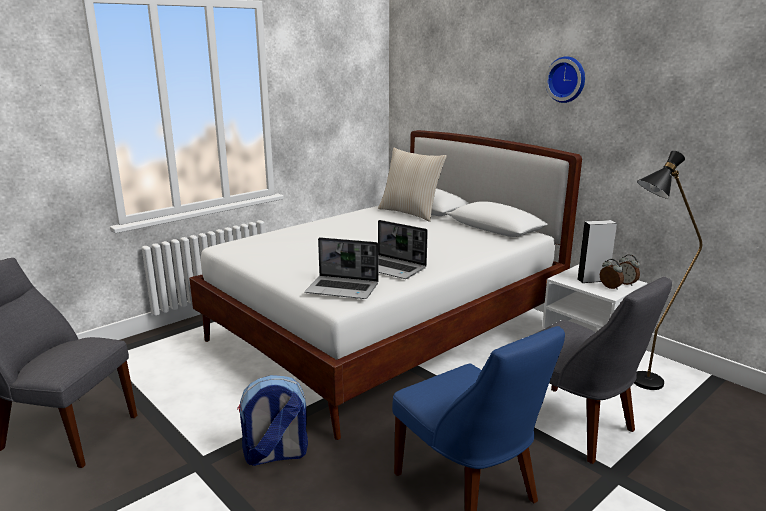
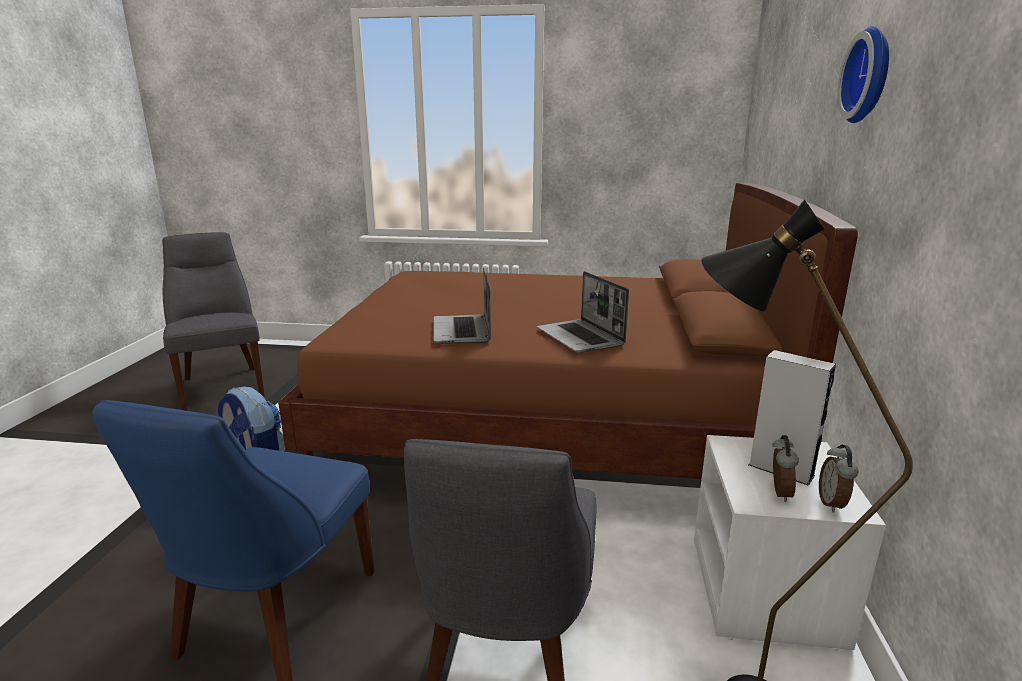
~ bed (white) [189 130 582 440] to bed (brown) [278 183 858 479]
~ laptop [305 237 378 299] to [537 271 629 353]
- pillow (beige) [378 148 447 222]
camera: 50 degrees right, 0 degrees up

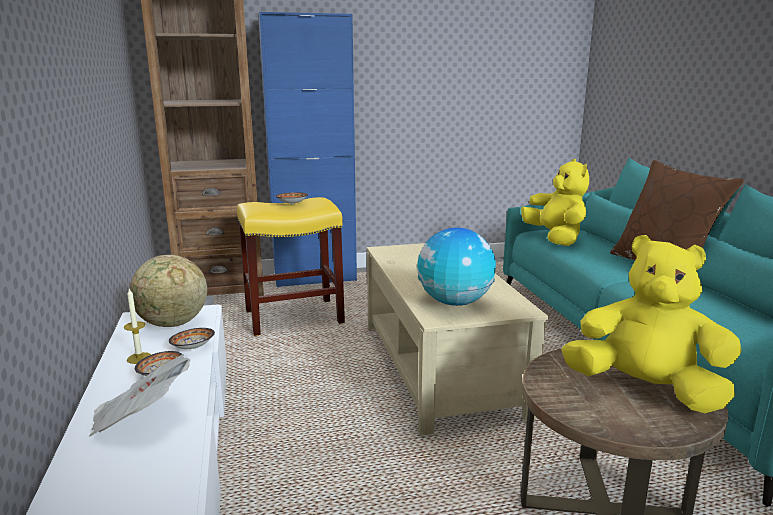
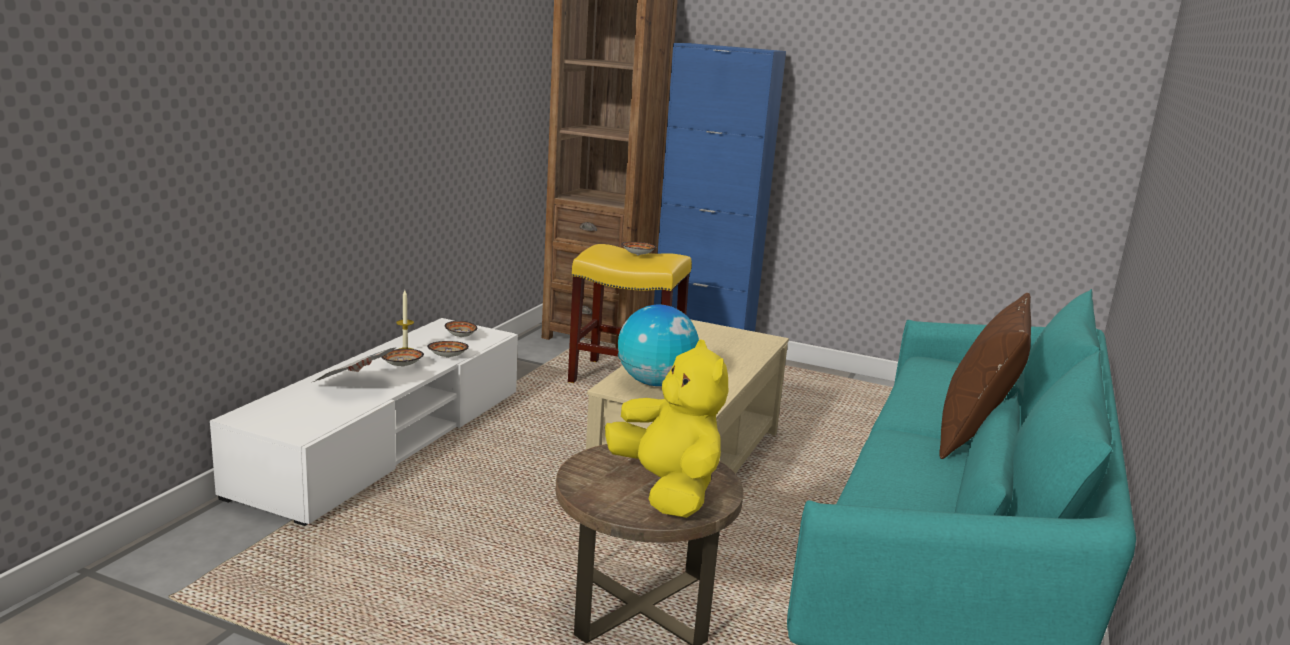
~ globe [130 255 207 327] to bowl [445 321 477 337]
- plush toy (yellow) [521 159 589 246]
camera: 35 degrees right, 0 degrees up

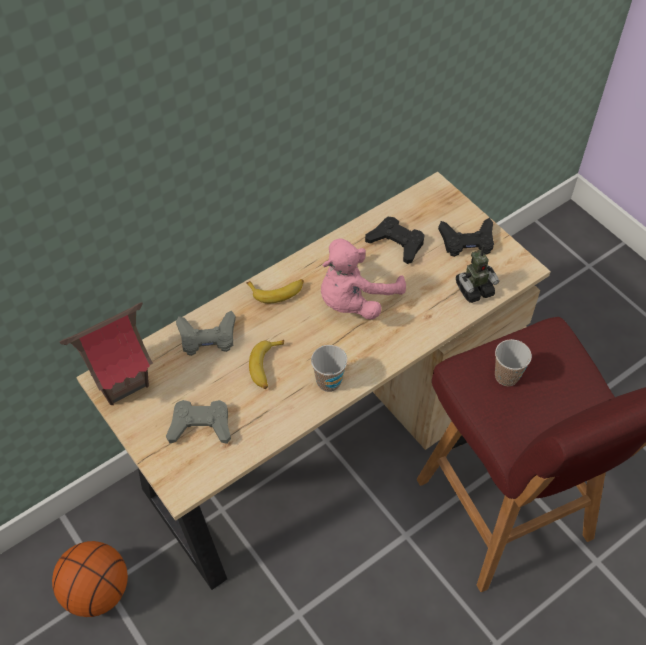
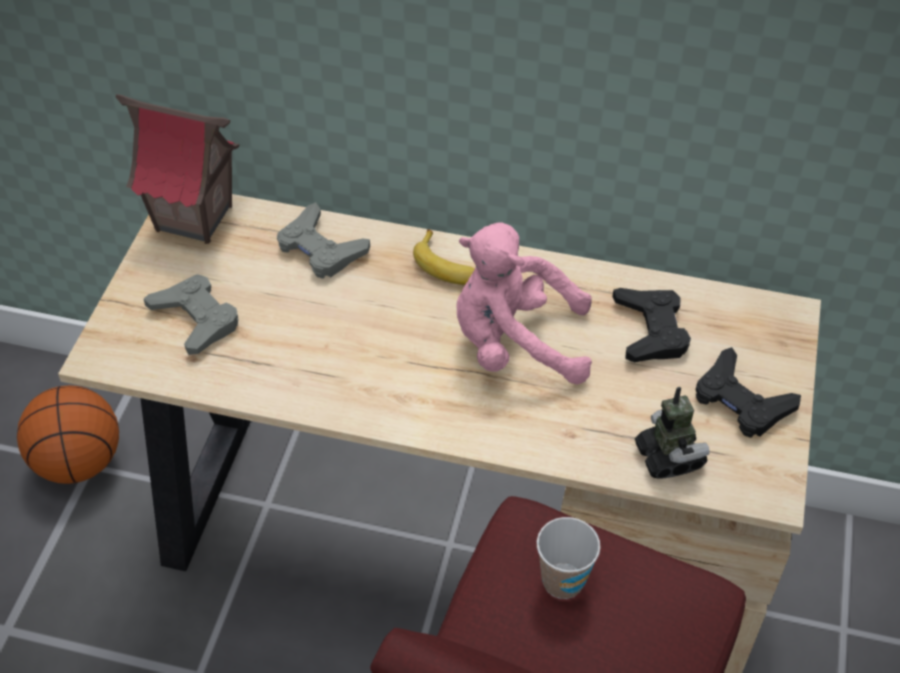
~ toy robot [456 245 499 303] = [635 387 710 479] 135 degrees counterclockwise
- banana [249 340 284 389]
- cup [311 345 347 392]
camera: 50 degrees right, 5 degrees down

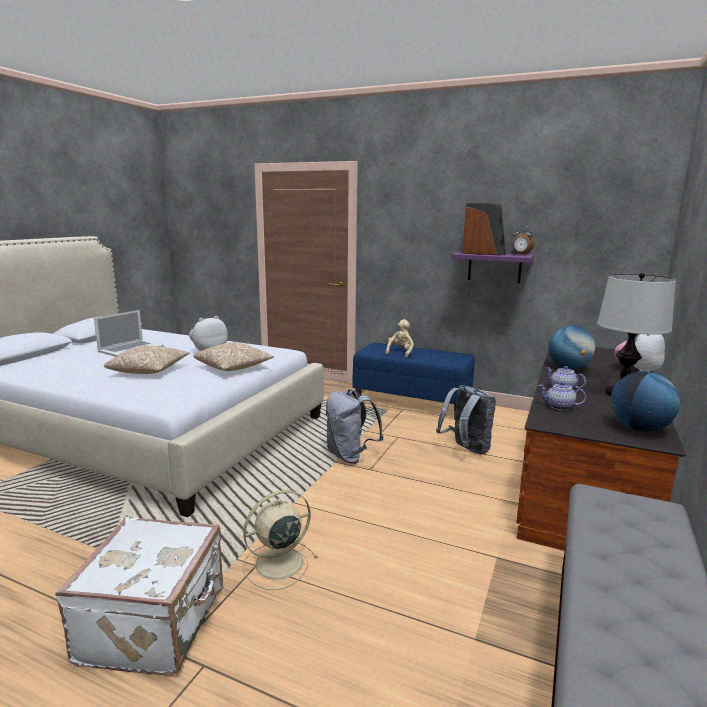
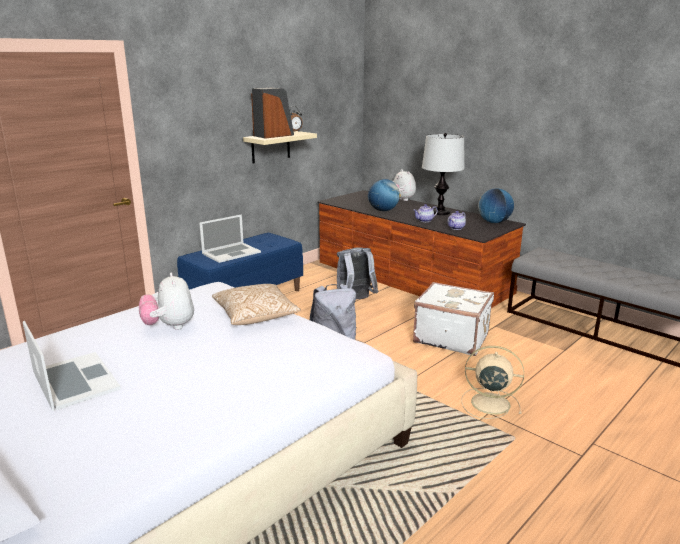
~ plush toy (beige) [386 319 414 358] to laptop [199 214 261 263]
~ shelf (purple) [451 252 534 283] to shelf (beige) [243 131 317 164]
~ suitcase (white) [55 517 224 676] to [413 282 494 356]
~ fan (beige) [243 490 318 590] = [461 346 524 419] 120 degrees clockwise
- pillow [104 345 190 374]
camera: 70 degrees left, 5 degrees up

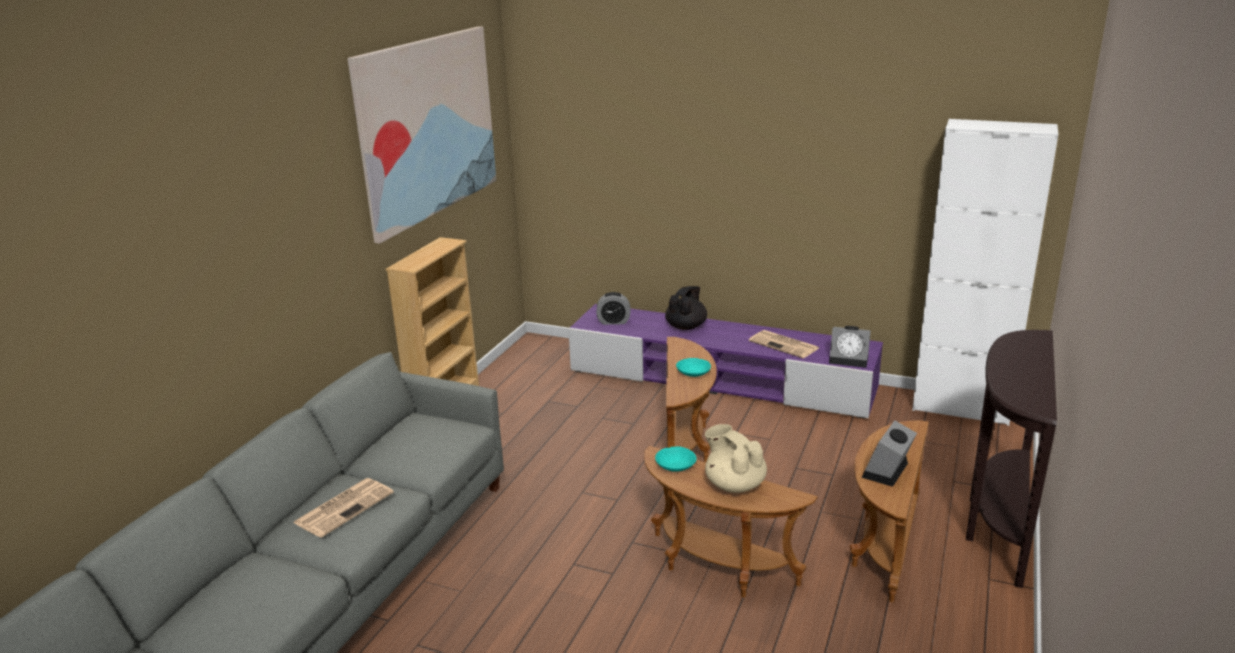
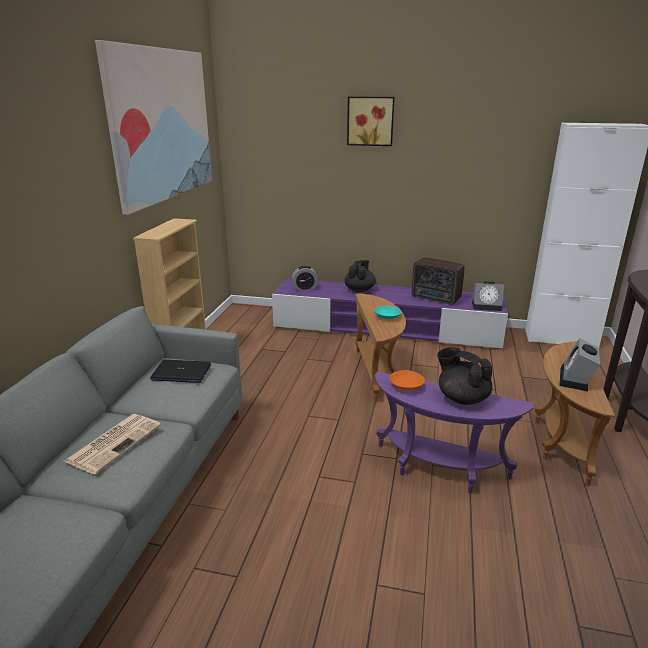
+ laptop [150 360 211 383]
+ picture [347 97 395 146]
~ side table (brown) [644 446 818 598] to side table (purple) [375 372 534 493]
~ bowl (turquoise) [655 446 697 472] to bowl (orange) [389 370 425 391]
~ newspaper [749 330 819 358] to radio [412 257 465 305]
~ teapot (beige) [705 424 767 493] to teapot (black) [437 347 492 405]
camera: 10 degrees left, 0 degrees up

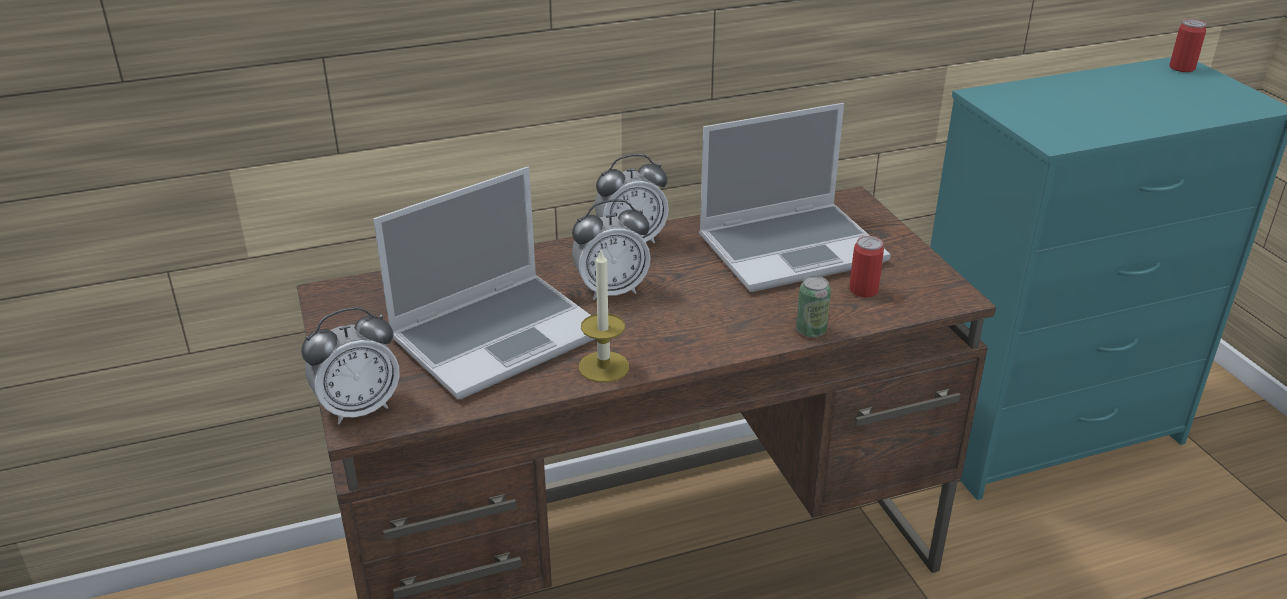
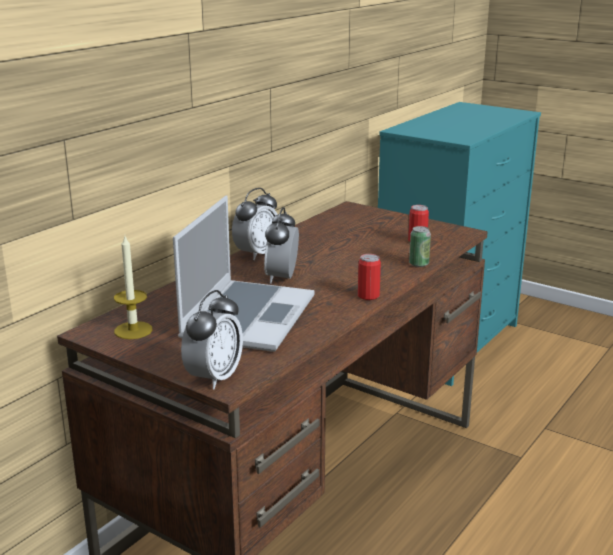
~ candle [579 248 629 382] to [114 236 153 339]
~ alarm clock [572 199 651 300] = [264 207 299 284] 150 degrees clockwise
~ can [1169 19 1206 72] to [358 254 381 300]
- laptop [699 103 891 292]
camera: 35 degrees left, 10 degrees down

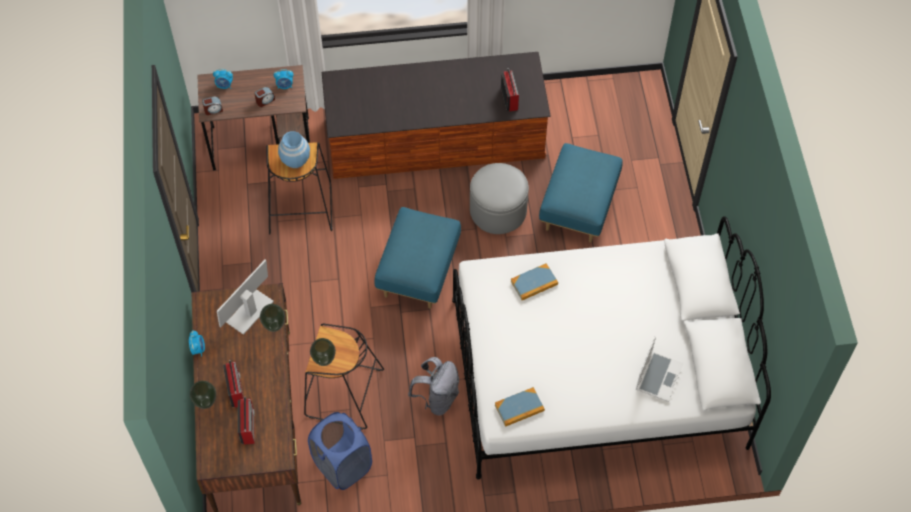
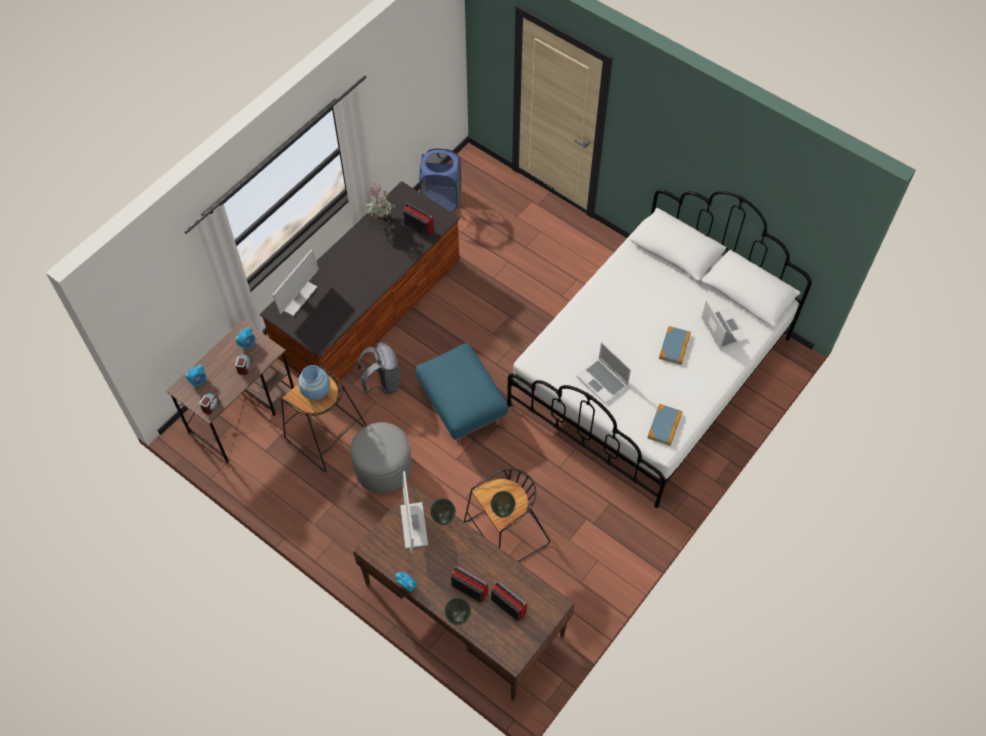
+ monitor [273 249 319 316]
~ ottoman (grey) [470 163 529 234] to [350 422 412 493]
~ backpack (grey) [408 357 459 415] to [357 342 401 395]
+ potted plant [363 183 395 221]
~ laundry basket (blue) [308 412 372 490] to [420 148 461 213]
+ laptop [577 342 631 404]
~ book [510 263 558 300] to [659 326 691 365]
- ottoman (blue) [539 143 623 242]
camera: 45 degrees left, 0 degrees up

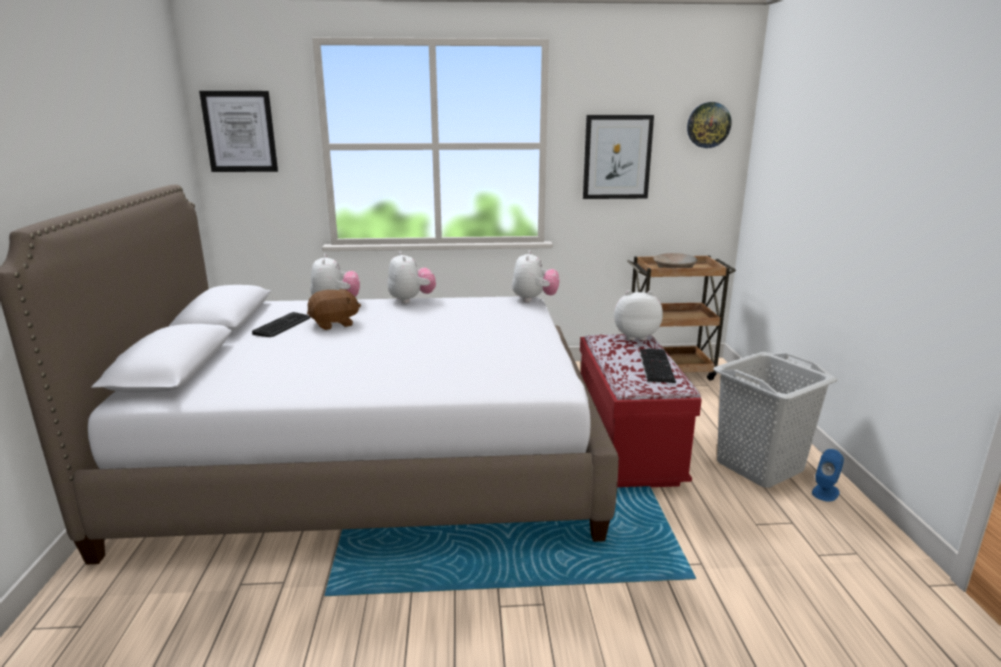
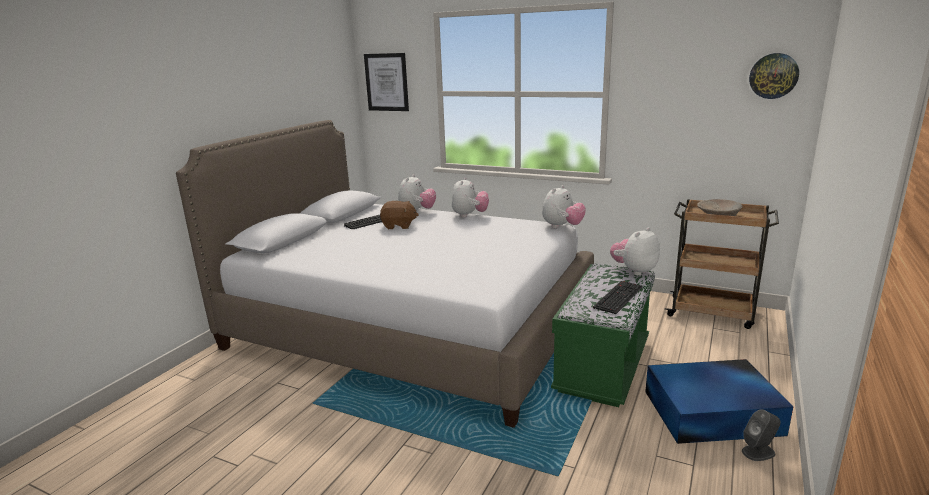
~ bench (red) [580 334 702 487] to bench (green) [551 264 655 407]
~ plush toy [614 290 663 341] = [610 227 660 275] 75 degrees counterclockwise
~ laundry basket (grey) [713 352 838 488] to storage box (blue) [645 359 793 444]
~ speaker (blue) [812 449 844 502] to speaker (grey) [742 409 780 461]
- picture [583 115 654 199]
camera: 30 degrees right, 0 degrees up

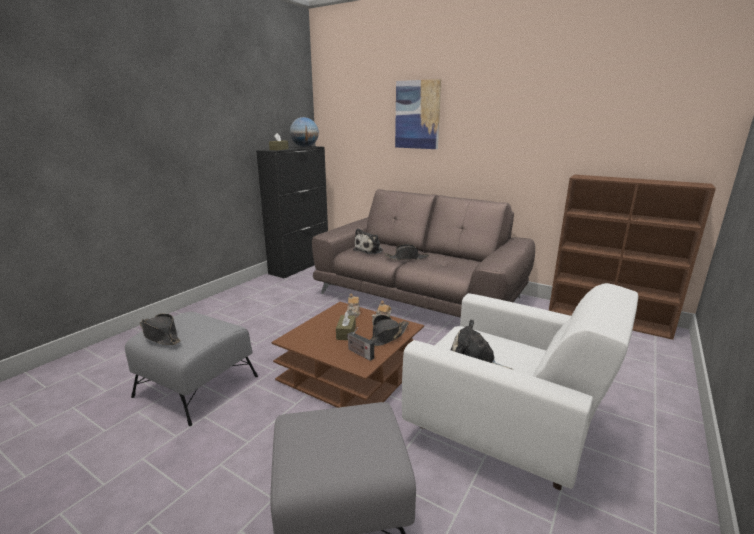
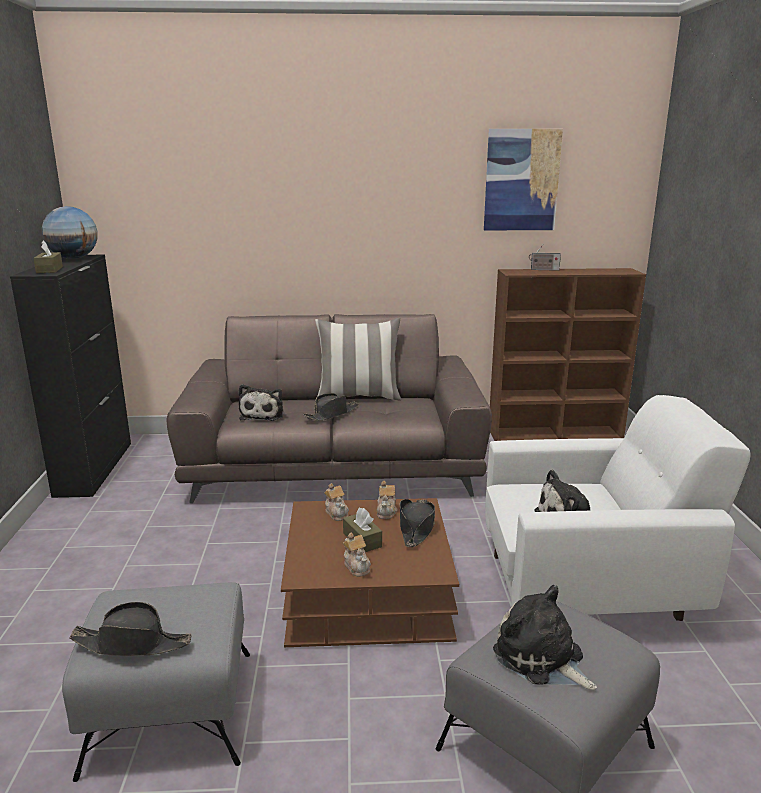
+ pillow [315 318 401 400]
+ teapot [343 533 371 577]
~ picture [395 79 441 149] to [484 129 563 230]
+ plush toy [493 585 597 690]
~ radio [347 327 374 361] to [529 244 561 271]
camera: 35 degrees left, 0 degrees up

